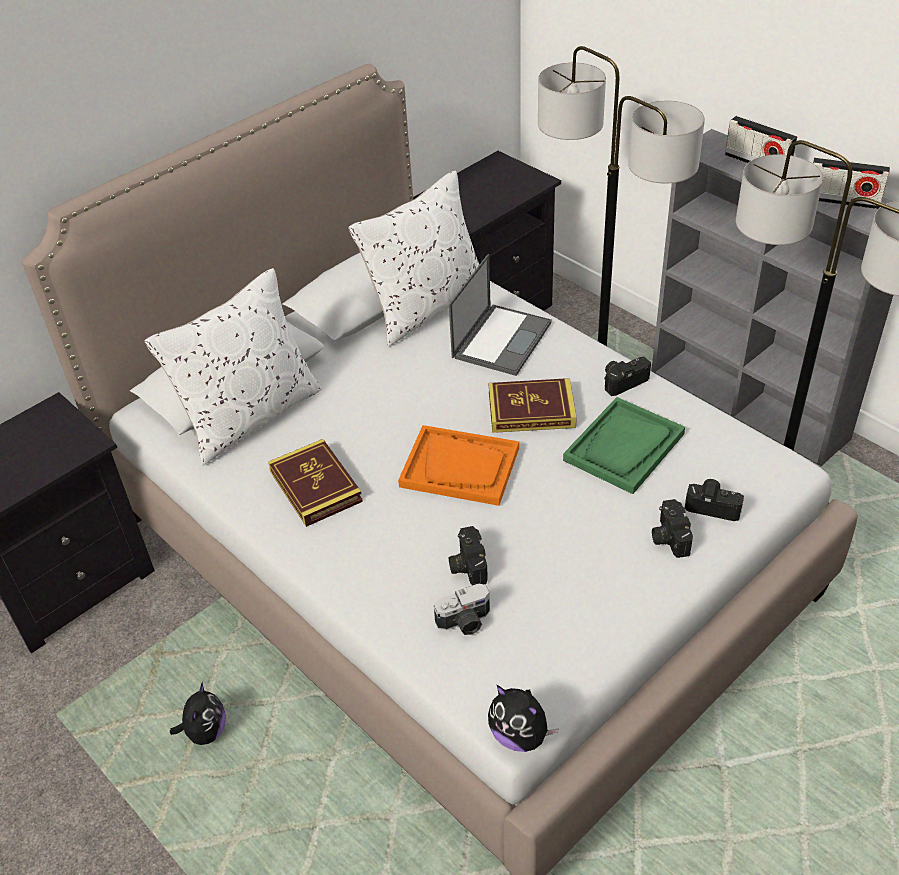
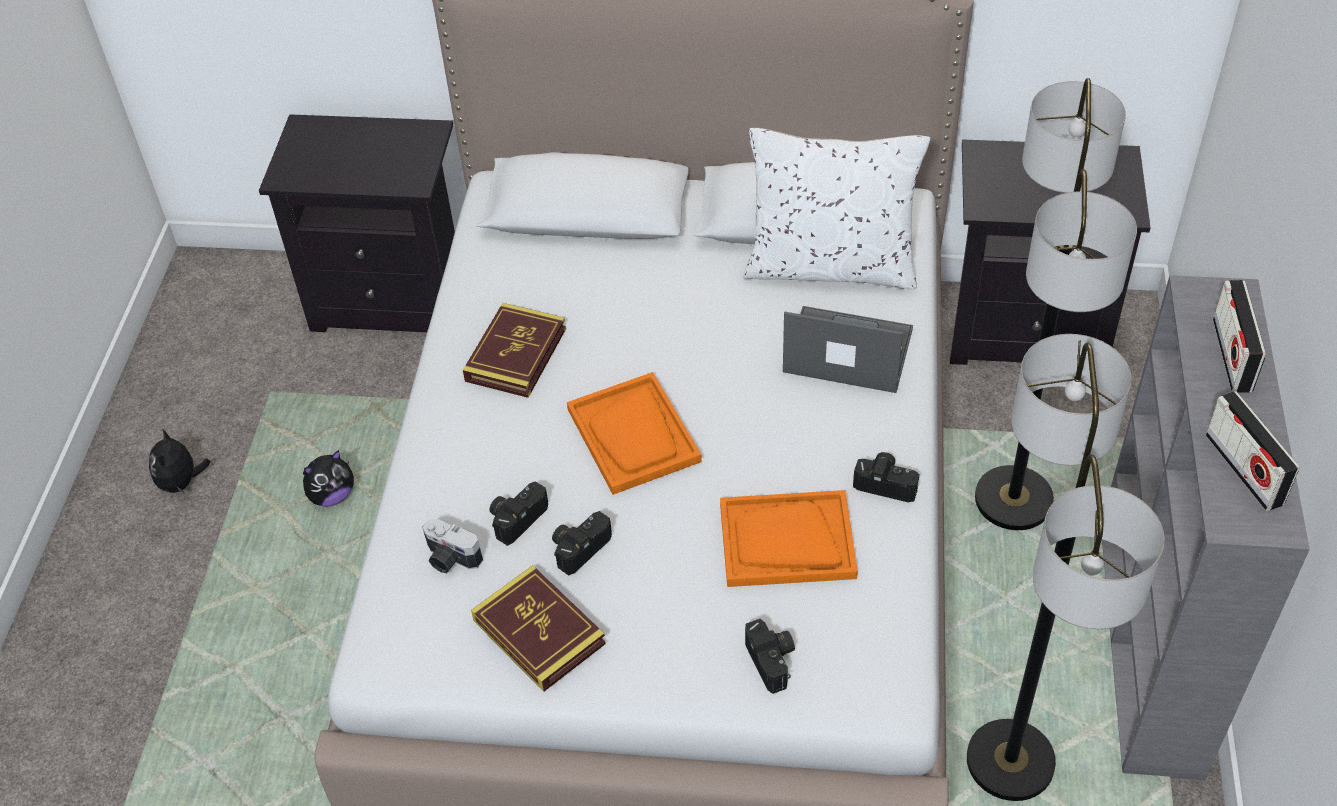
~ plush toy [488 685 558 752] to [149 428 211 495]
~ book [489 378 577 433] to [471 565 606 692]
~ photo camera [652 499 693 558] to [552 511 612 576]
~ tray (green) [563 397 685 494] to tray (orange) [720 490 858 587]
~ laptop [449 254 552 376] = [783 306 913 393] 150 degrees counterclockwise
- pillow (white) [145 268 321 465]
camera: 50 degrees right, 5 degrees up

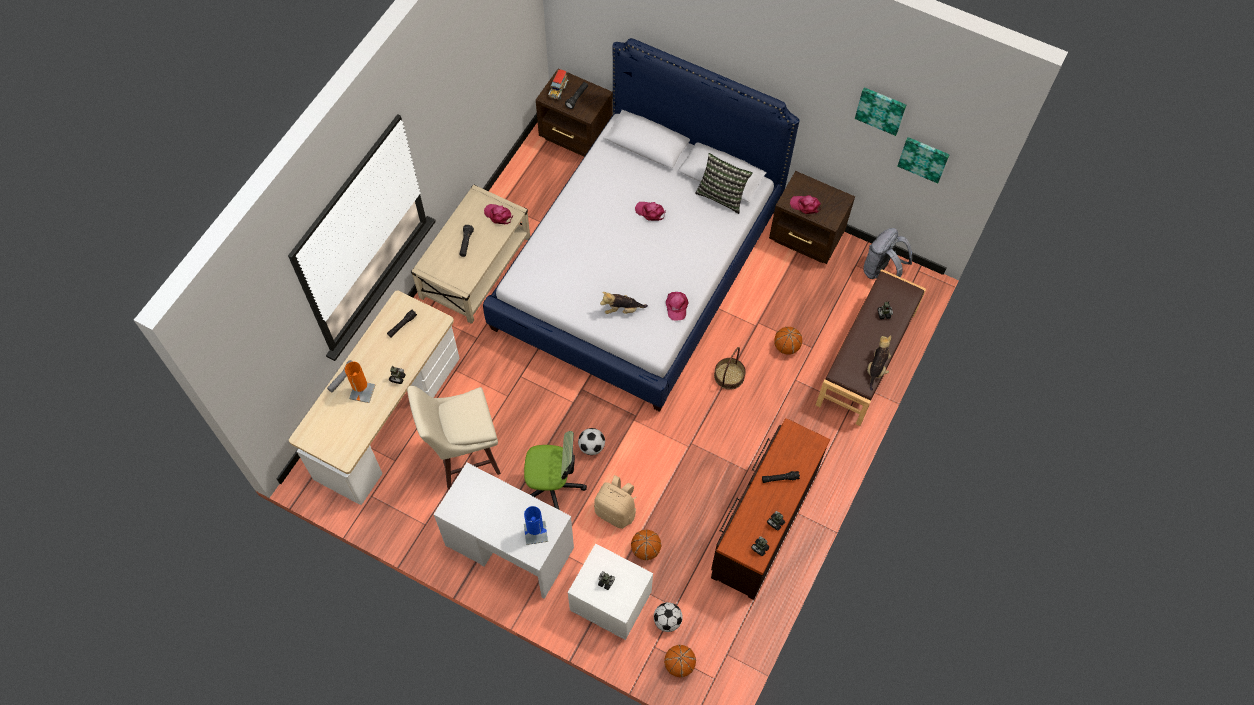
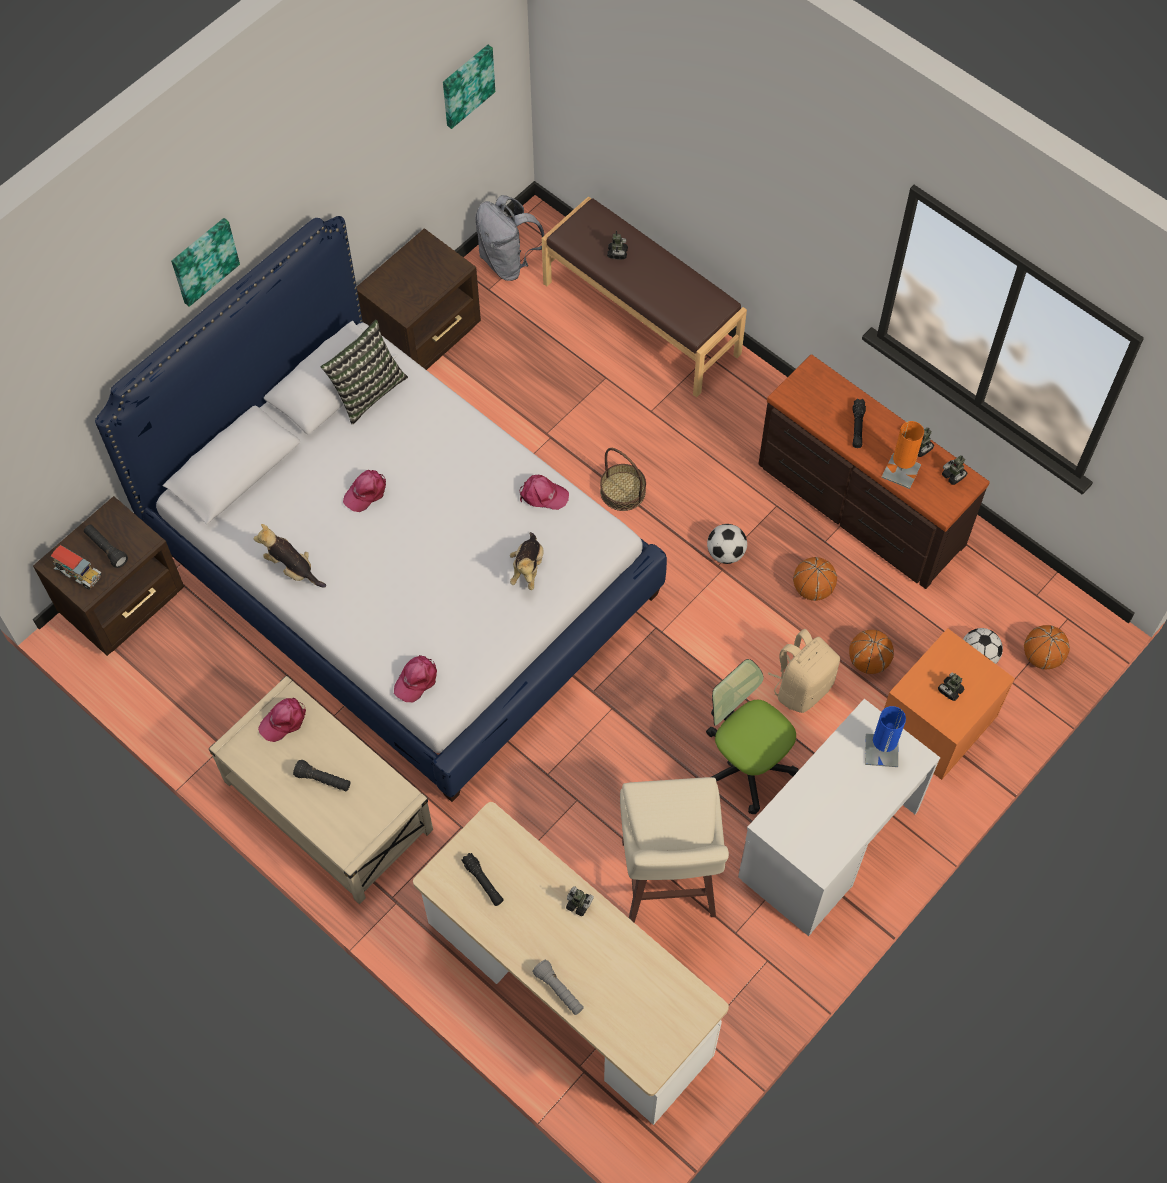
~ picture [855 87 906 136] to [171 218 240 307]
~ plush toy [867 335 891 391] to [254 524 326 588]
~ cap (pink) [790 195 821 214] to [394 655 437 702]
~ office chair [524 431 587 510] = [706 659 799 814] 60 degrees counterclockwise
~ football [578 428 605 455] to [707 524 747 564]
~ basketball [774 327 802 355] to [793 557 837 601]
~ table lamp (orange) [345 362 375 403] to [881 421 924 489]
~ nightstand (white) [568 543 653 640] to nightstand (orange) [884 628 1015 780]
camera: 75 degrees left, 0 degrees up

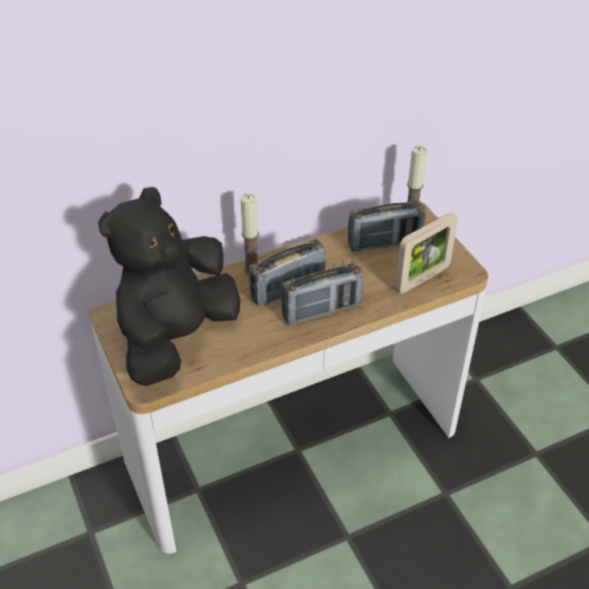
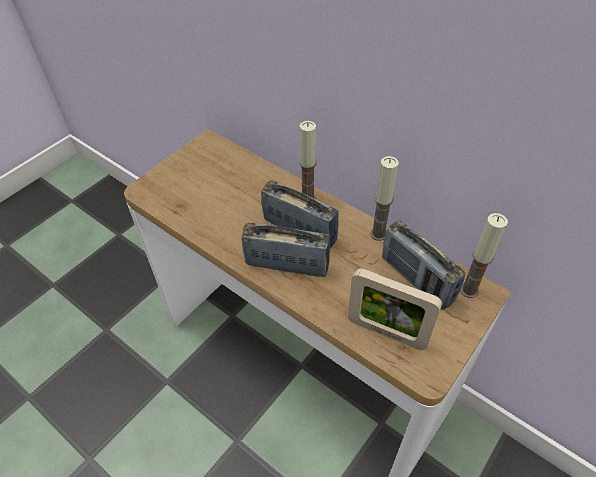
~ radio [281 263 363 325] = [242 222 330 277] 150 degrees clockwise
+ candle [370 156 399 241]
- plush toy (black) [98 187 240 386]
camera: 65 degrees right, 5 degrees up

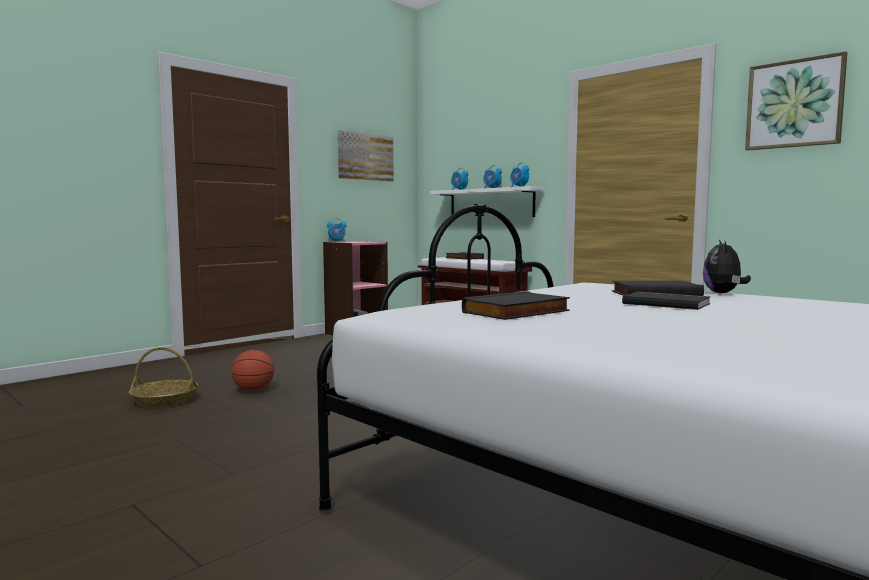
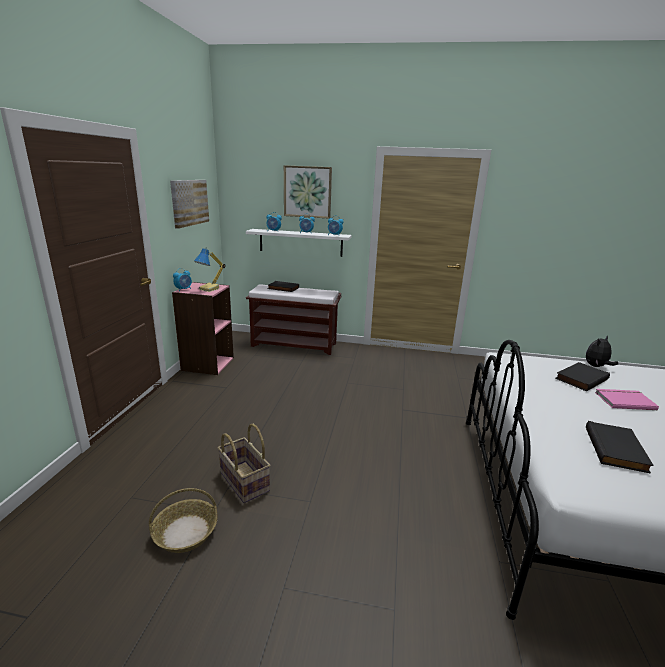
+ table lamp [194 247 226 292]
~ basketball [231 350 274 391] to basket [218 424 270 503]
~ picture [745 51 847 151] to [284 165 332 219]
~ plush toy [703 240 751 293] = [586 335 618 367] 75 degrees clockwise
~ book (black) [622 292 711 310] to book (pink) [595 389 659 410]
camera: 35 degrees left, 15 degrees up

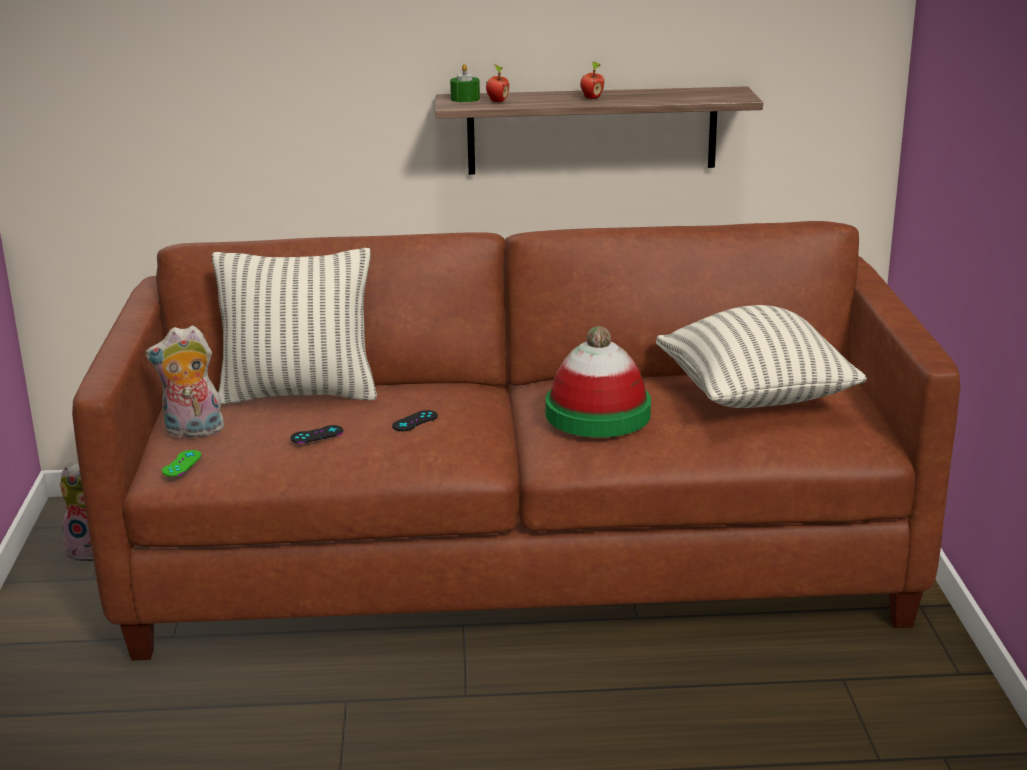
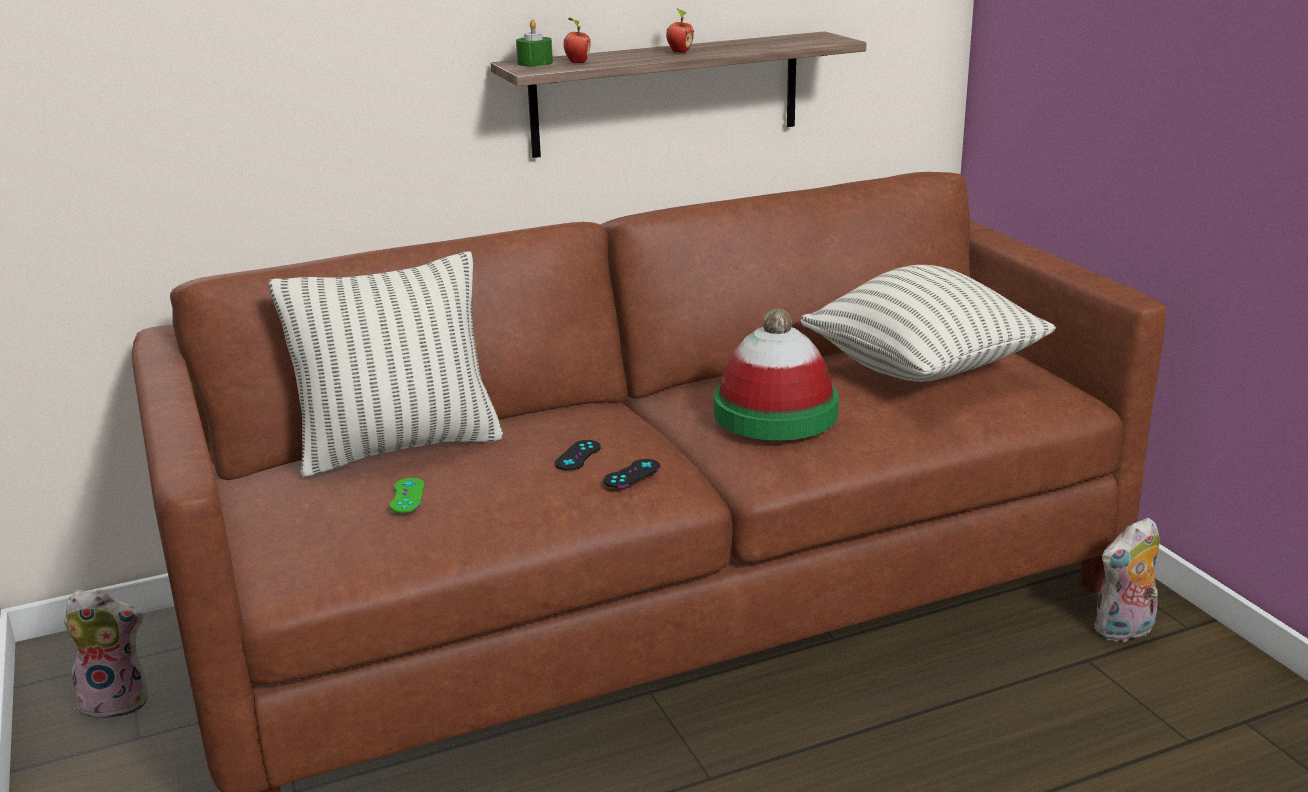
~ game controller (green) [162 450 202 476] to [390 478 424 513]
~ game controller (black) [290 425 343 443] to [604 459 660 488]
~ plush toy [145 325 226 438] to [1094 517 1160 642]
camera: 20 degrees left, 0 degrees up

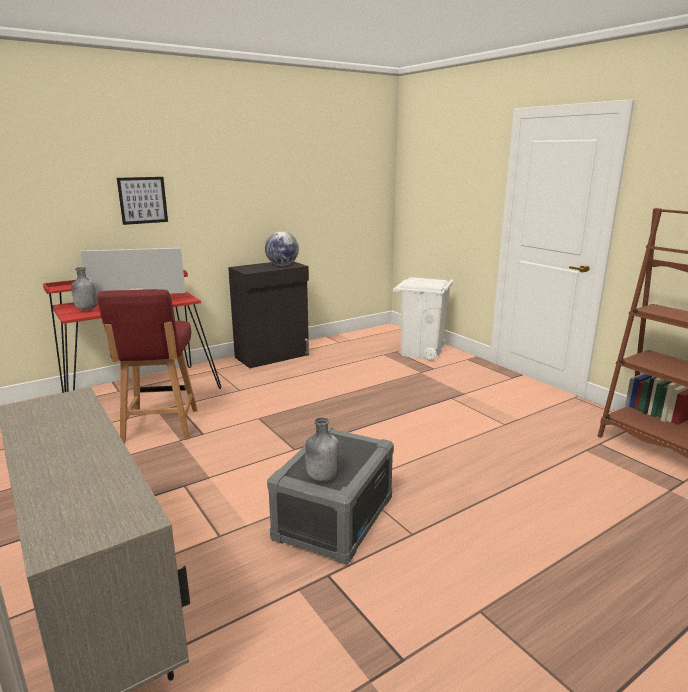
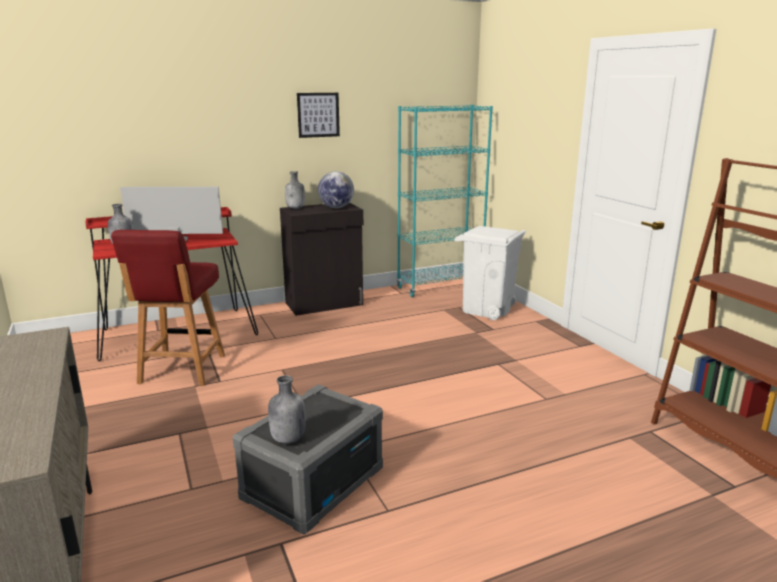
+ bottle (grey) [285 171 305 209]
~ picture [117 177 168 225] to [297 93 340 138]
+ bookcase (turquoise) [397 105 493 297]
camera: 10 degrees right, 0 degrees up

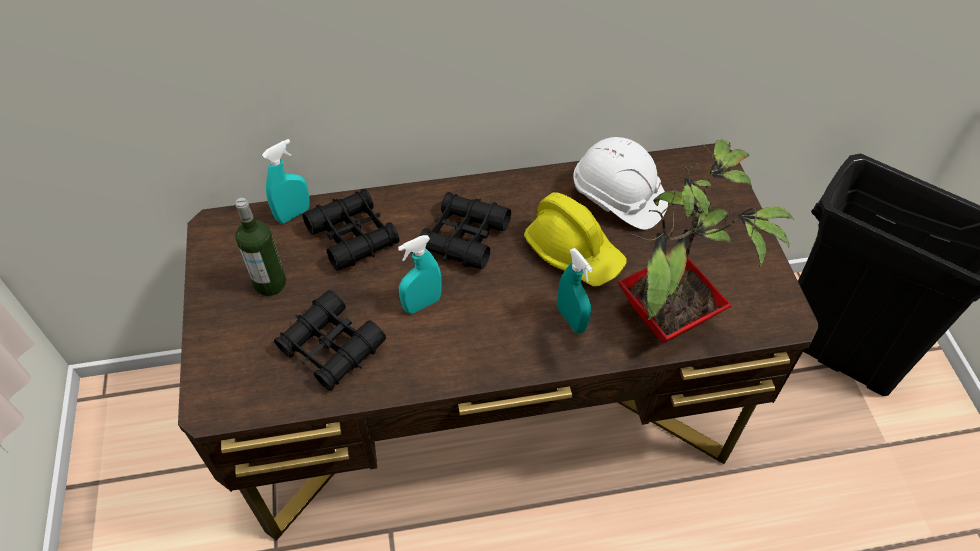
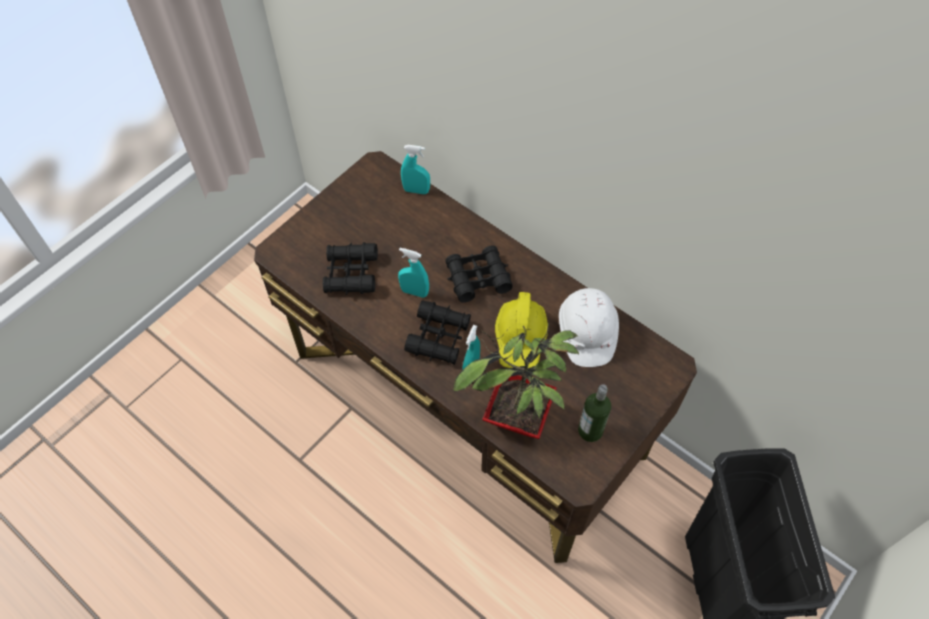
~ binoculars (black) [303 189 400 271] to [404 300 471 365]
~ bottle [235 198 286 296] to [578 384 611 442]
camera: 50 degrees right, 5 degrees up

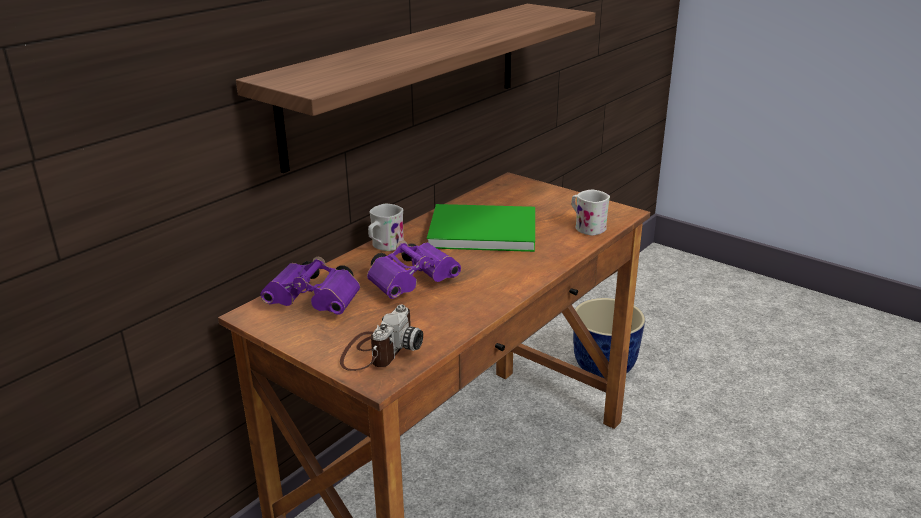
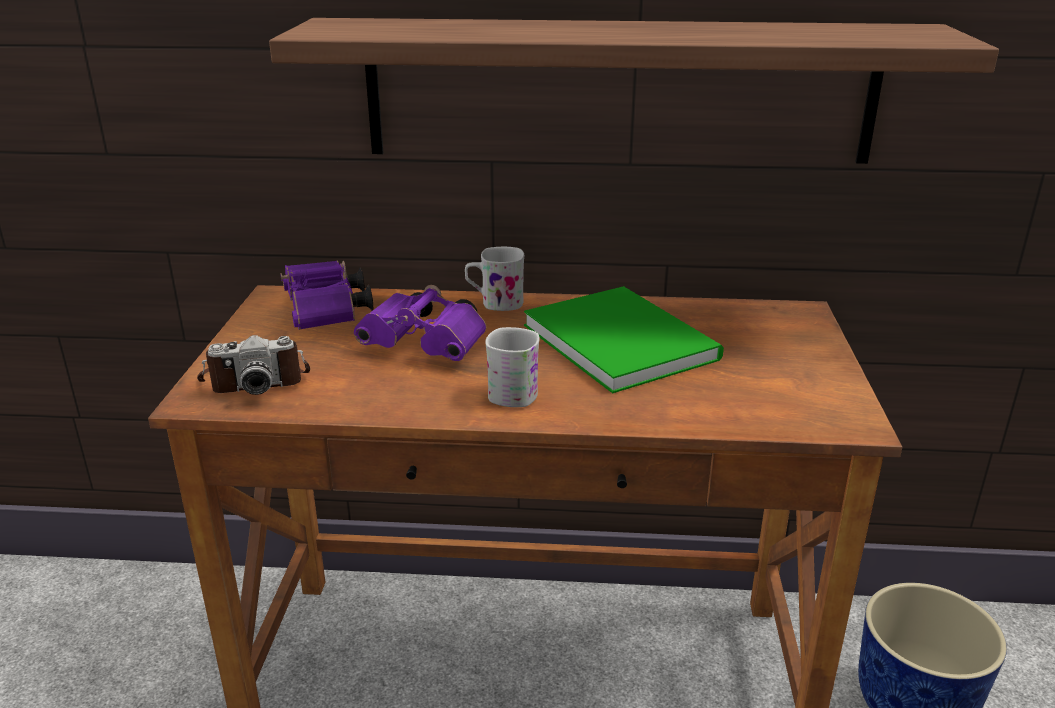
~ mug (white) [572 190 610 236] to [485 327 539 407]
camera: 55 degrees right, 0 degrees up

